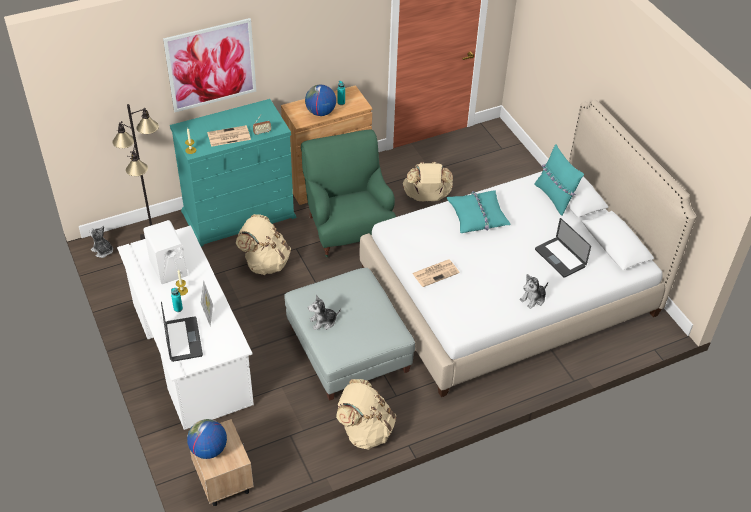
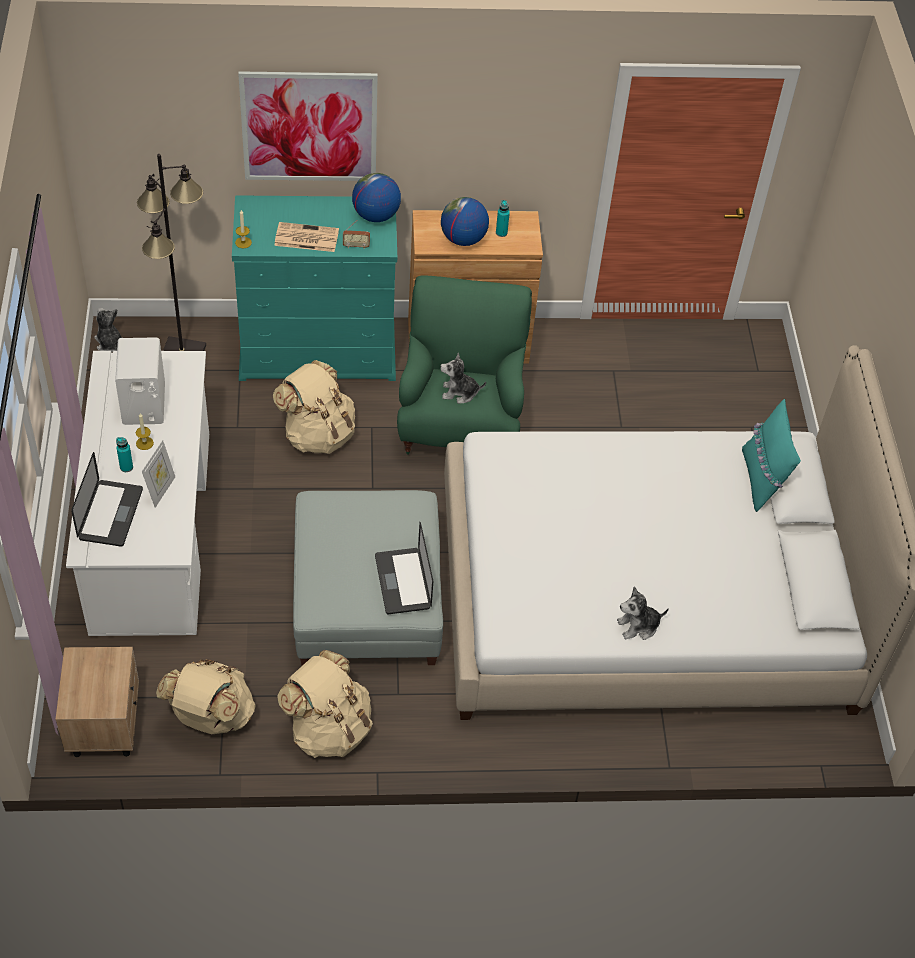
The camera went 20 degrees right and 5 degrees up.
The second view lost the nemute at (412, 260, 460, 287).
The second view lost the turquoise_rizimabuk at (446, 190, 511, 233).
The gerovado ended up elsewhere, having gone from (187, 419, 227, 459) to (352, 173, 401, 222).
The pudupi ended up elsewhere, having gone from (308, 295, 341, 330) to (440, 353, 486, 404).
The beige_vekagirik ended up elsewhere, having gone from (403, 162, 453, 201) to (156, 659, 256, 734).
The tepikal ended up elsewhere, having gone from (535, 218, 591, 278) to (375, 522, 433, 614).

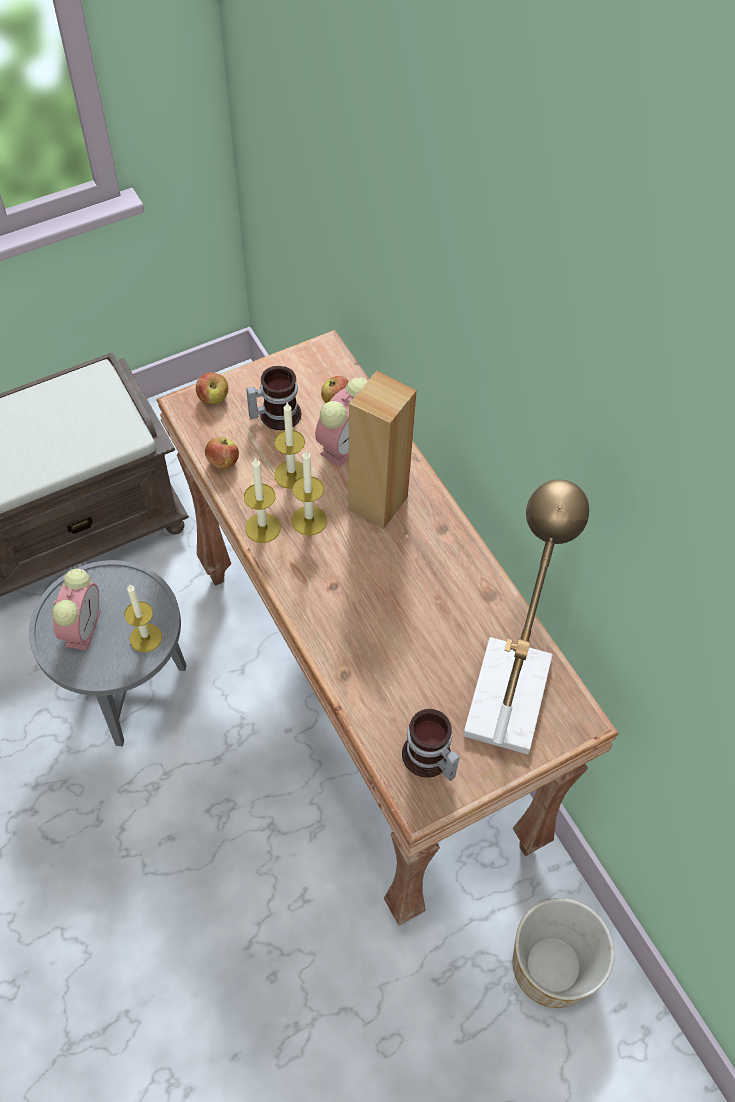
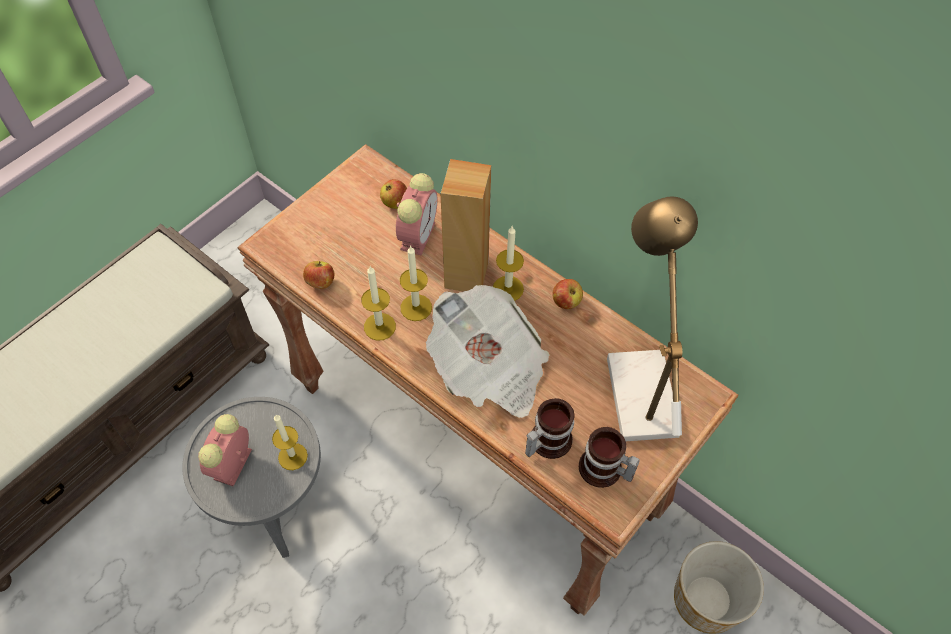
The camera went 20 degrees left and 0 degrees up.
The second view gained the nemute at (426, 285, 550, 418).
The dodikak ended up elsewhere, having gone from (196, 372, 228, 404) to (553, 279, 583, 309).
The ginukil ended up elsewhere, having gone from (246, 366, 301, 430) to (525, 398, 574, 459).
The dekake ended up elsewhere, having gone from (274, 403, 305, 489) to (493, 226, 524, 301).
The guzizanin at (52, 569, 101, 651) ended up facing another way, 150 degrees counterclockwise from before.

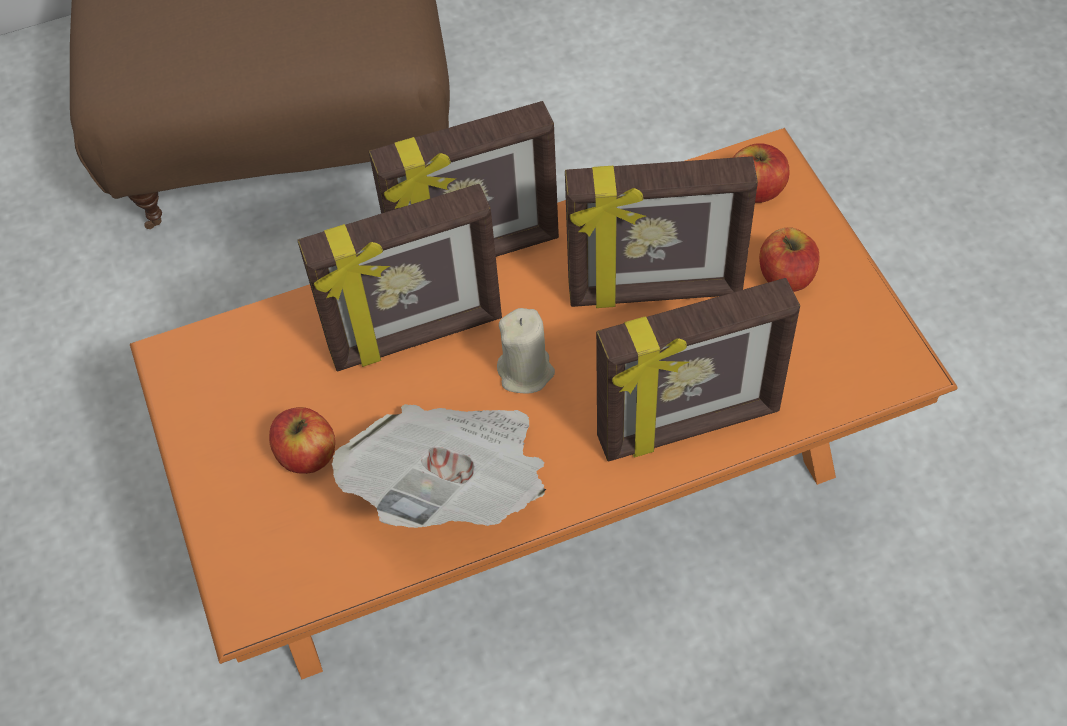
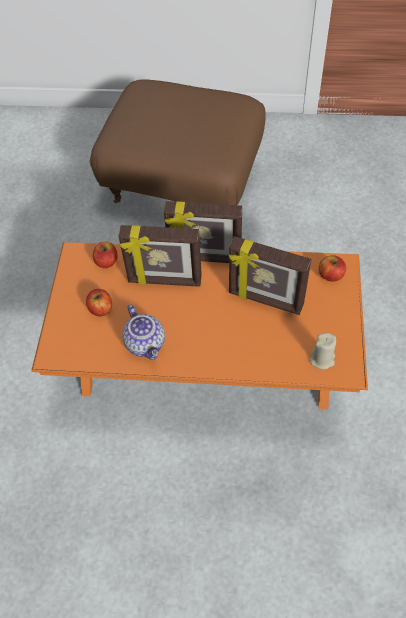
The camera went 25 degrees right and 0 degrees up.
The second view lost the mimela at (596, 278, 800, 461).
The beige_dekake ended up elsewhere, having gone from (497, 308, 555, 394) to (310, 333, 336, 369).
The dodikak ended up elsewhere, having gone from (759, 227, 819, 292) to (93, 241, 118, 268).
Where the nemute stood at (332, 404, 546, 528), the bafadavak came to stand at (122, 304, 165, 360).

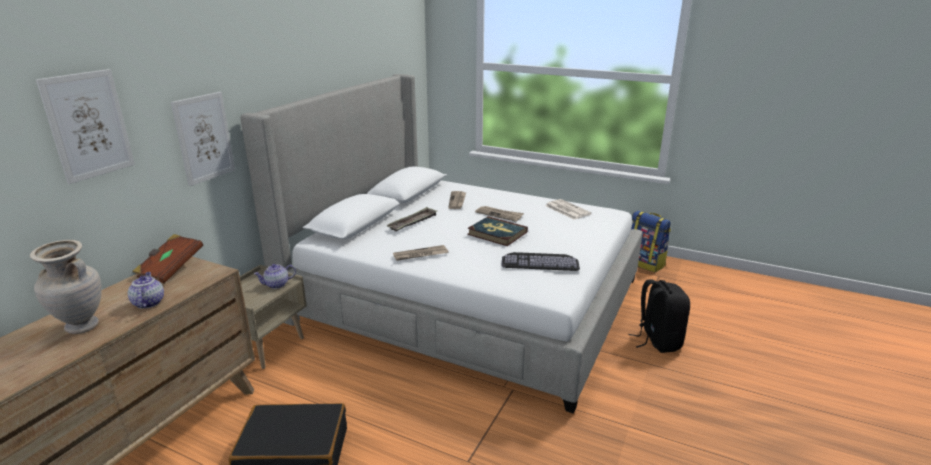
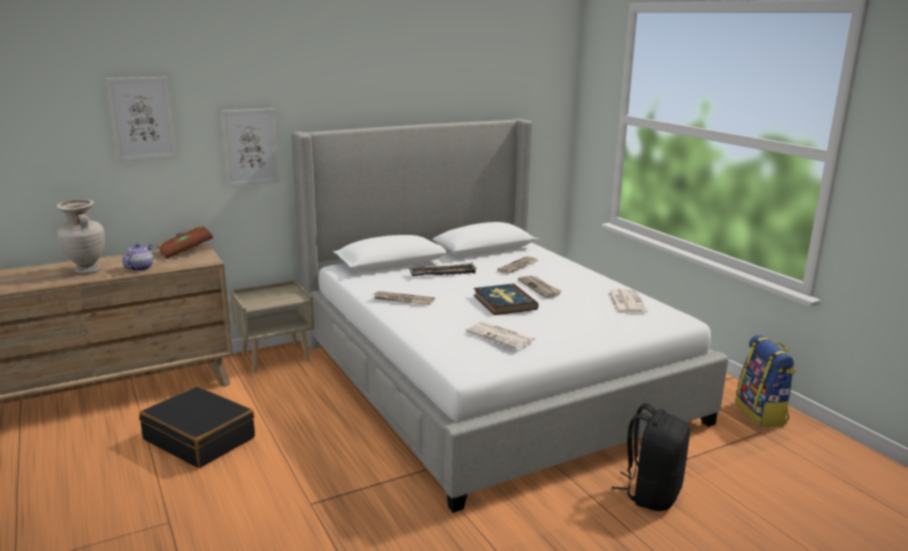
The camera went 35 degrees right and 5 degrees down.
The second view lost the bafadavak at (254, 264, 296, 289).
Where the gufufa stood at (501, 252, 580, 271), the nemute came to stand at (465, 321, 535, 350).

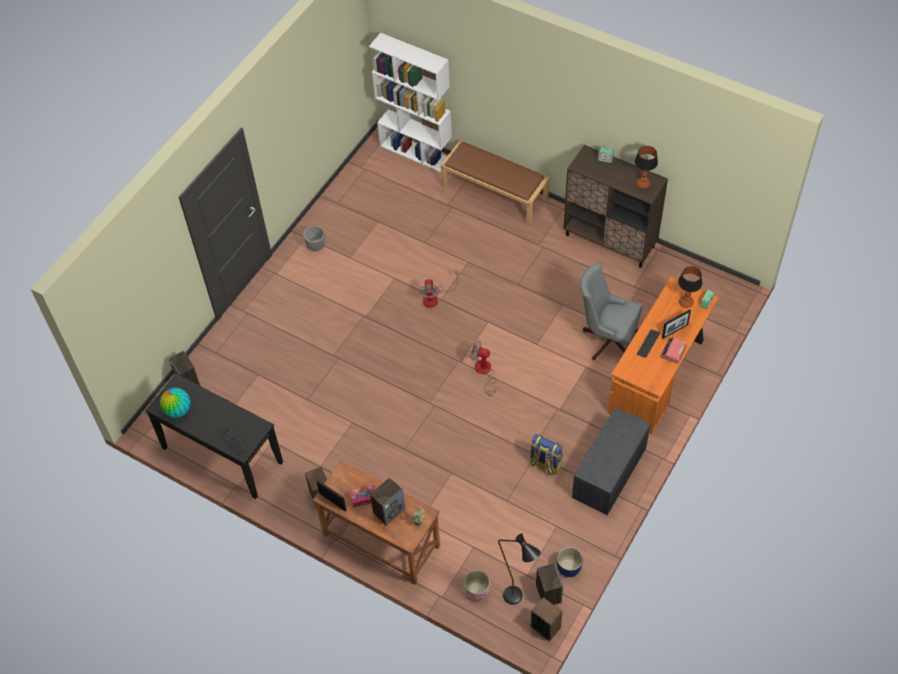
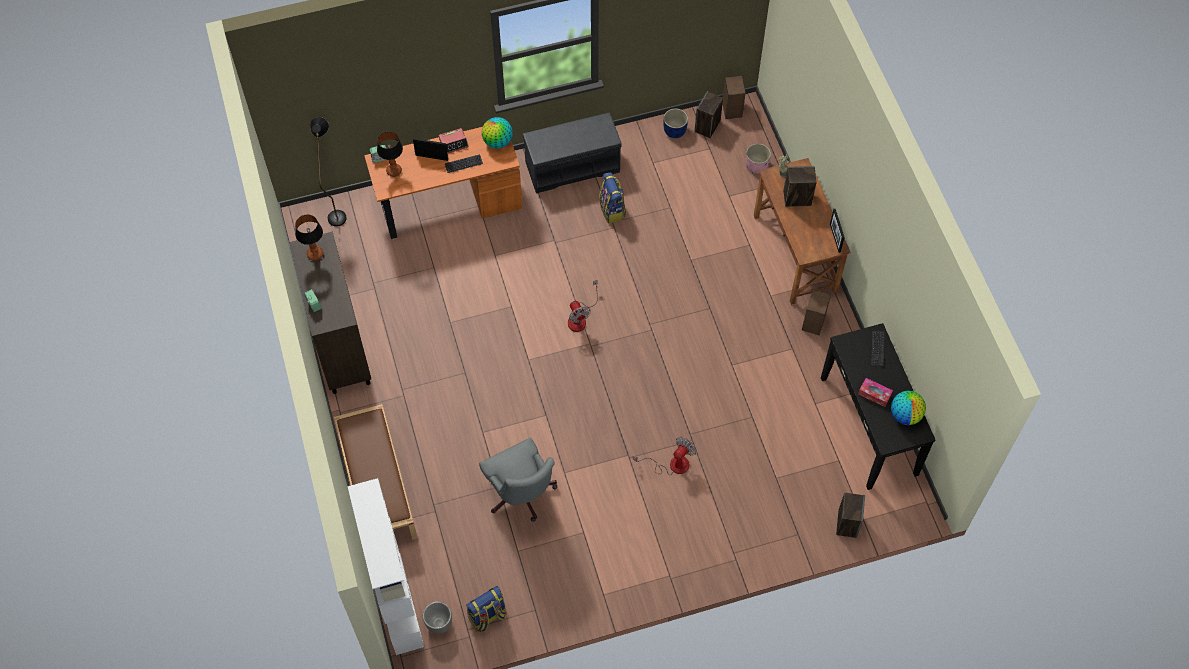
The camera went 140 degrees left and 5 degrees up.
The second view gained the vekagirik at (466, 586, 507, 632).
The second view gained the gerovado at (482, 117, 513, 149).
The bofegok ended up elsewhere, having gone from (303, 226, 326, 251) to (423, 602, 452, 634).
The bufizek ended up elsewhere, having gone from (350, 485, 377, 508) to (858, 378, 893, 407).
The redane ended up elsewhere, having gone from (419, 271, 459, 308) to (633, 437, 696, 476).
The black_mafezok ended up elsewhere, having gone from (498, 533, 541, 605) to (310, 117, 347, 227).
The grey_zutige ended up elsewhere, having gone from (580, 263, 643, 360) to (479, 437, 557, 522).

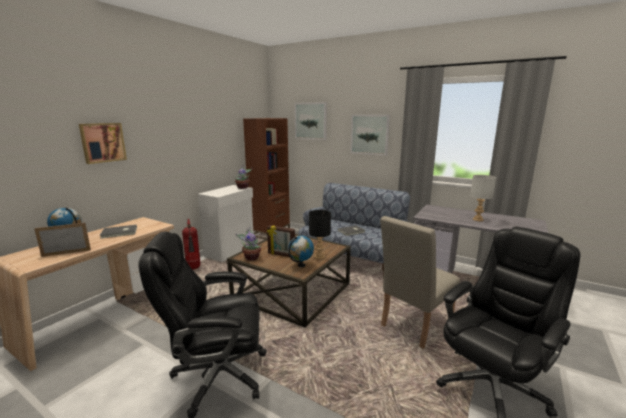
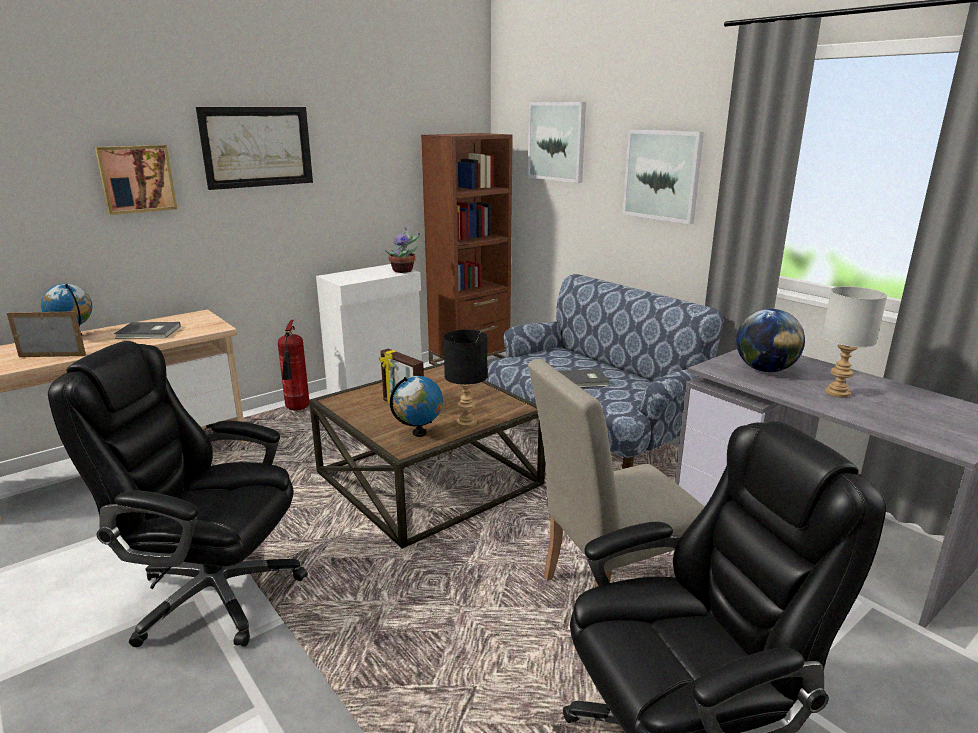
The camera went 20 degrees right and 5 degrees up.
The second view lost the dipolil at (236, 227, 261, 261).
The second view gained the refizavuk at (196, 107, 313, 190).
The second view gained the gerovado at (736, 309, 805, 372).

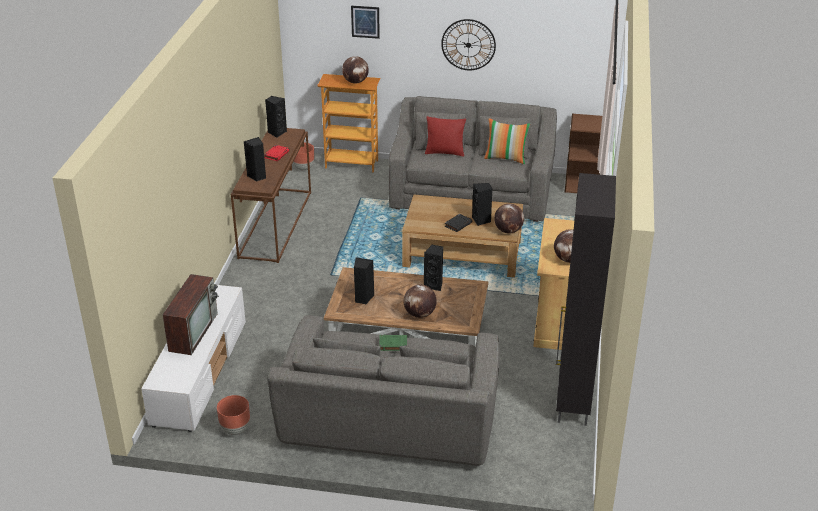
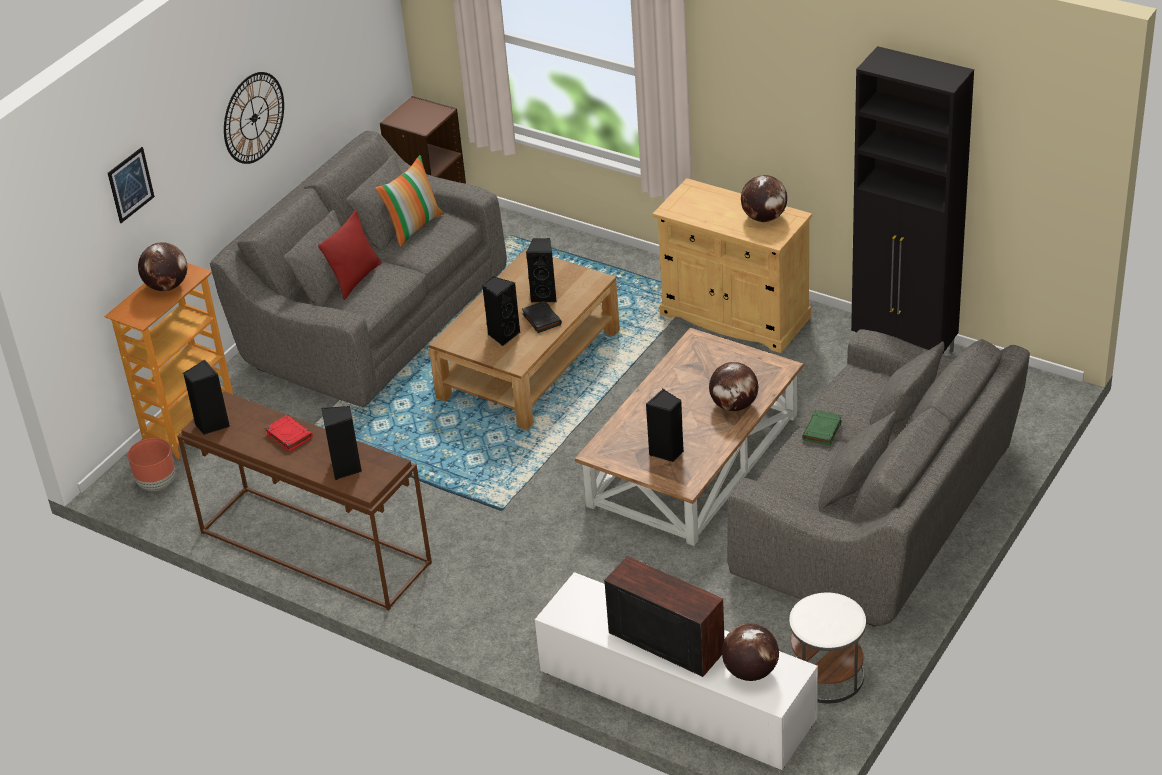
The camera went 65 degrees left and 5 degrees up.
The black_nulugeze ended up elsewhere, having gone from (424, 245, 443, 291) to (482, 277, 520, 346).
The gerovado ended up elsewhere, having gone from (494, 203, 524, 234) to (722, 623, 779, 681).
Where the brown_bofegok stood at (217, 395, 250, 435), the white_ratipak came to stand at (789, 593, 866, 703).

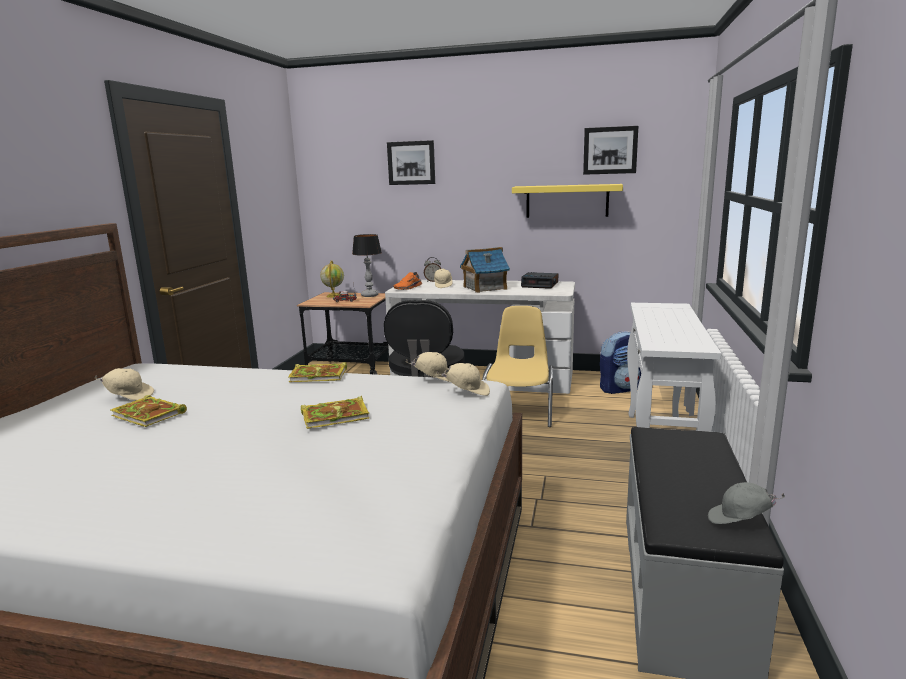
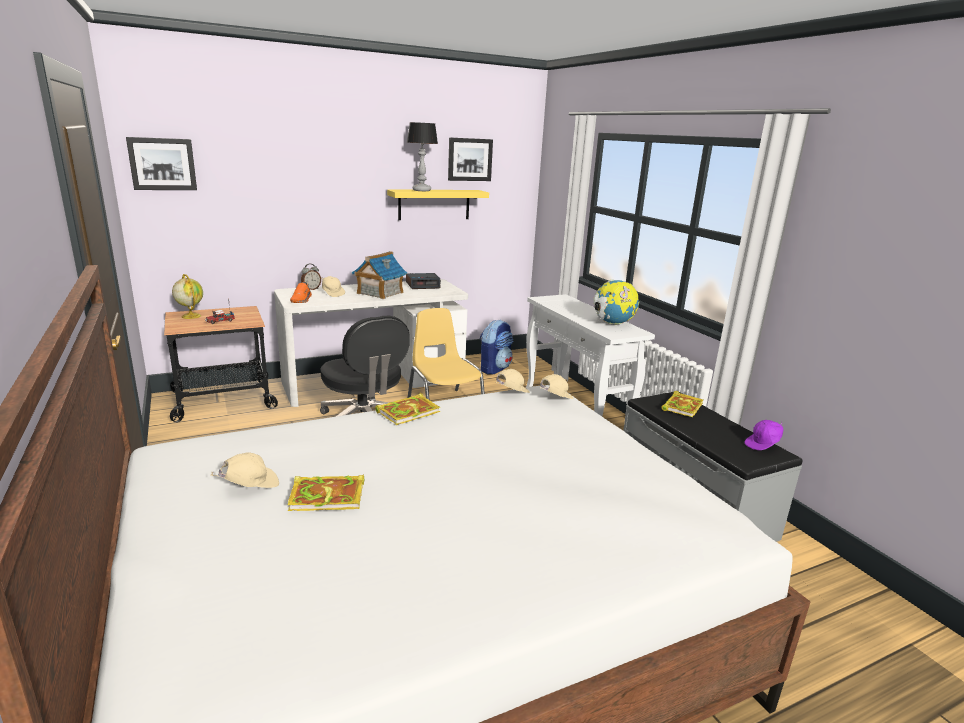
The camera went 40 degrees left and 5 degrees up.
The second view gained the gerovado at (593, 280, 639, 325).
The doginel ended up elsewhere, having gone from (301, 396, 369, 429) to (661, 391, 704, 418).
The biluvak ended up elsewhere, having gone from (352, 234, 382, 297) to (407, 122, 438, 191).
The refizavuk ended up elsewhere, having gone from (387, 140, 435, 185) to (126, 137, 197, 190).
What was the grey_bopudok at (708, 482, 785, 524) turned into the purple_bopudok at (744, 420, 783, 450).

